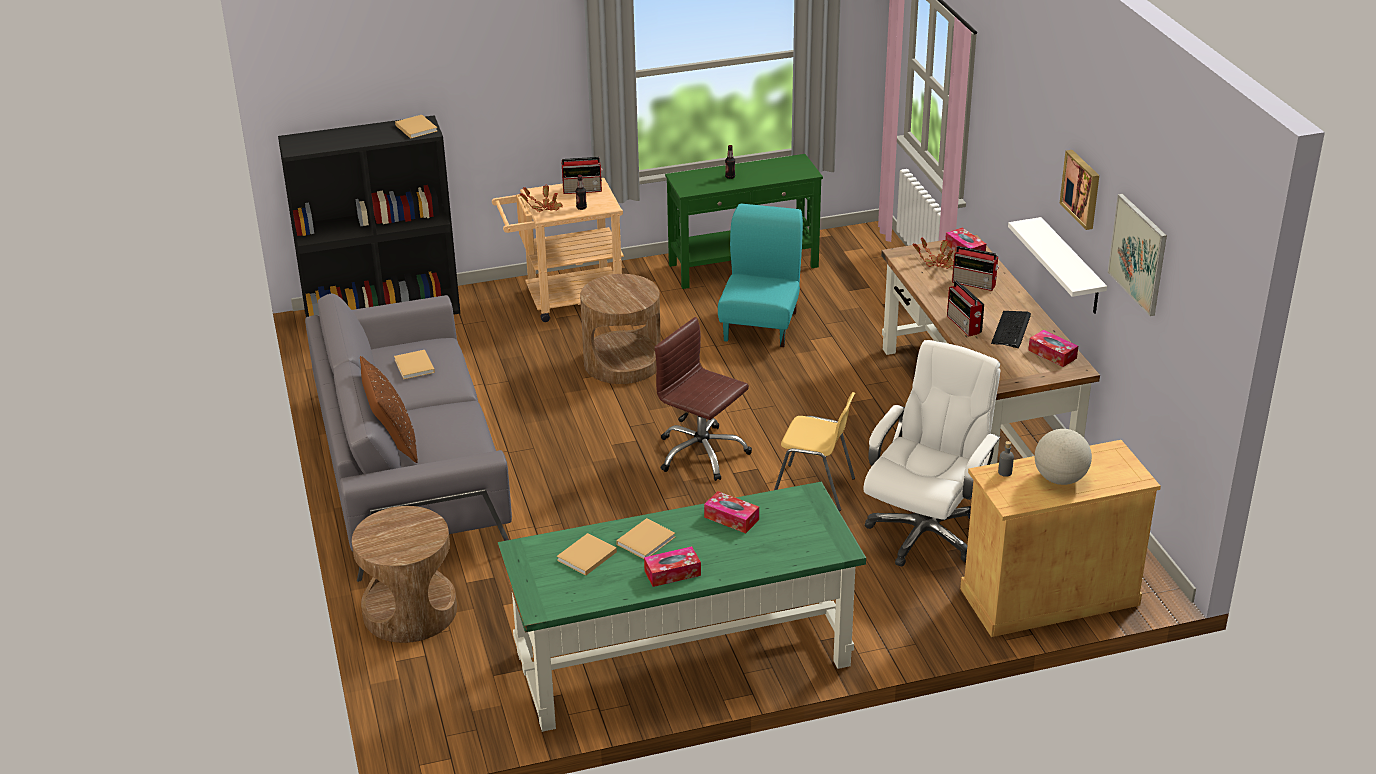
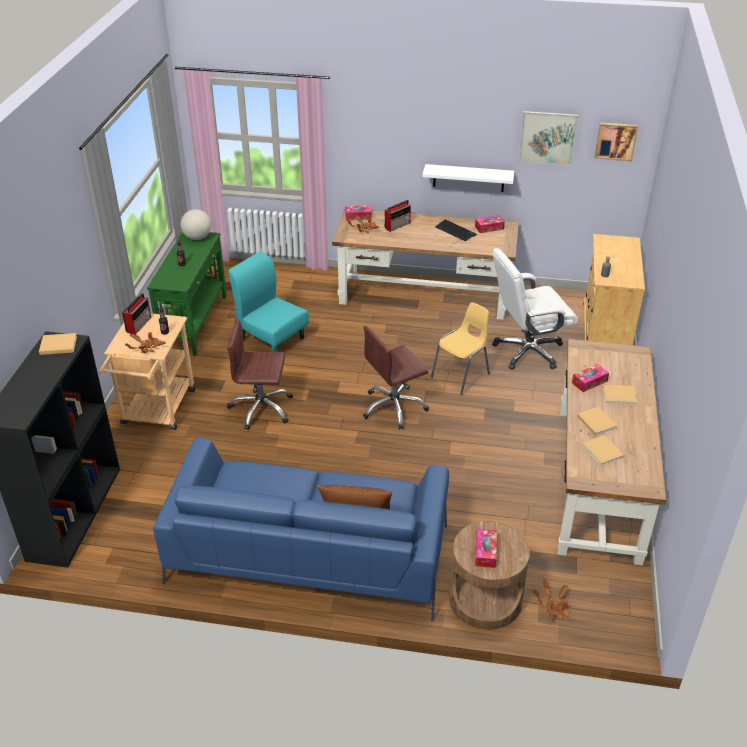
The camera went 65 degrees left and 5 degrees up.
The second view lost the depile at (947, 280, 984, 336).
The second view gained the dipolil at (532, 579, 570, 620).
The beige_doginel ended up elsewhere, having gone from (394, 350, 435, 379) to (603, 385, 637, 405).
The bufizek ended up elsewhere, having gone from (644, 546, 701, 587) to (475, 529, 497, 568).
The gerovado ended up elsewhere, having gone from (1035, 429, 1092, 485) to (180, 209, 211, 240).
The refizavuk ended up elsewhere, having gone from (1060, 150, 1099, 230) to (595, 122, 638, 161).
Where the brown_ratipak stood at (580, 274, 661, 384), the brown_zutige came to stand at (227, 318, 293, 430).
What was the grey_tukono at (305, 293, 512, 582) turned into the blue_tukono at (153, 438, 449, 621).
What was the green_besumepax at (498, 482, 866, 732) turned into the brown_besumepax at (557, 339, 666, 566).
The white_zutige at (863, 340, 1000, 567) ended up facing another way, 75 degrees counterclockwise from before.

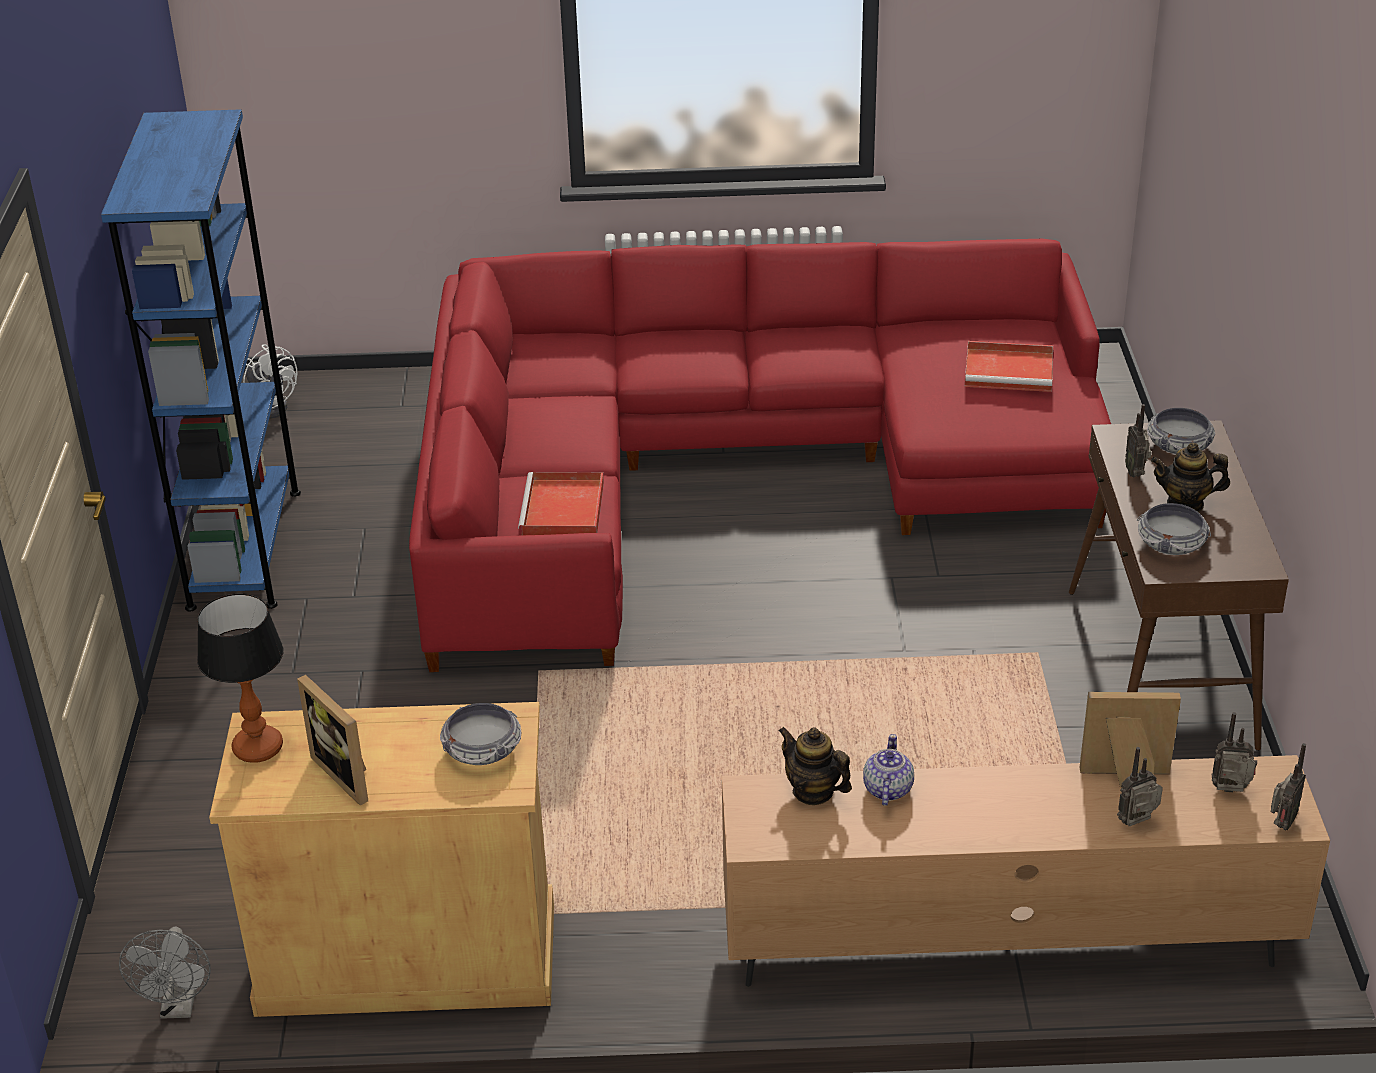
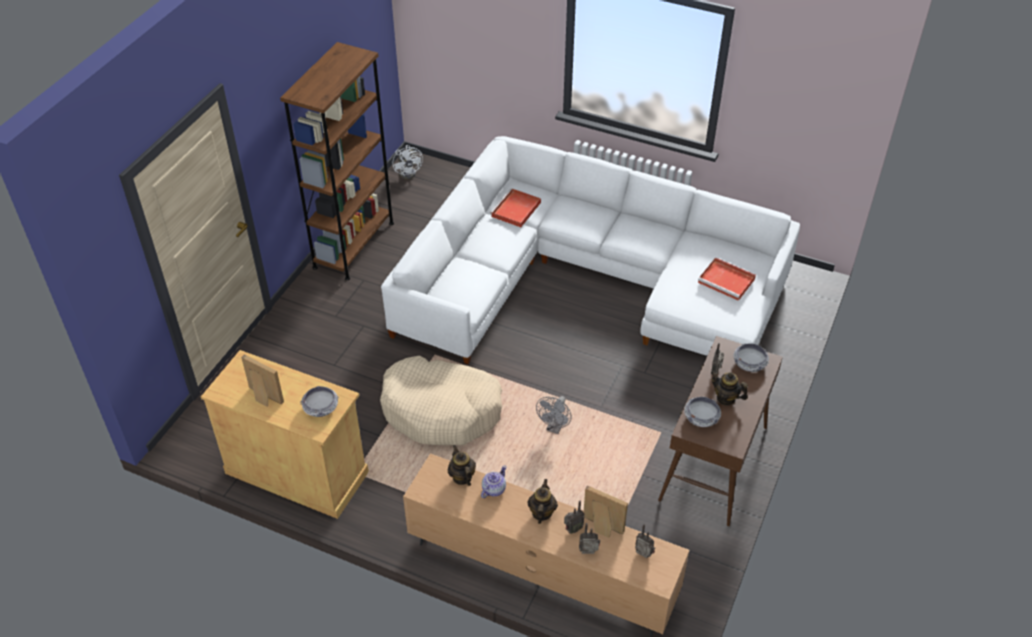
The camera went 25 degrees right and 10 degrees up.
The second view lost the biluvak at (197, 593, 284, 763).
The second view gained the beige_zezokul at (380, 356, 502, 445).
The second view gained the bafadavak at (527, 479, 558, 524).
The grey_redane ended up elsewhere, having gone from (119, 926, 211, 1019) to (536, 396, 572, 434).
The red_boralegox ended up elsewhere, having gone from (518, 472, 604, 536) to (490, 188, 541, 227).
The depile ended up elsewhere, having gone from (1271, 743, 1306, 830) to (564, 500, 585, 534).
What was the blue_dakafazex at (101, 109, 301, 612) turned into the brown_dakafazex at (280, 42, 394, 280).
What was the red_tukono at (409, 239, 1111, 672) turned into the white_tukono at (381, 136, 800, 364).
The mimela at (297, 675, 368, 806) ended up facing another way, 135 degrees clockwise from before.

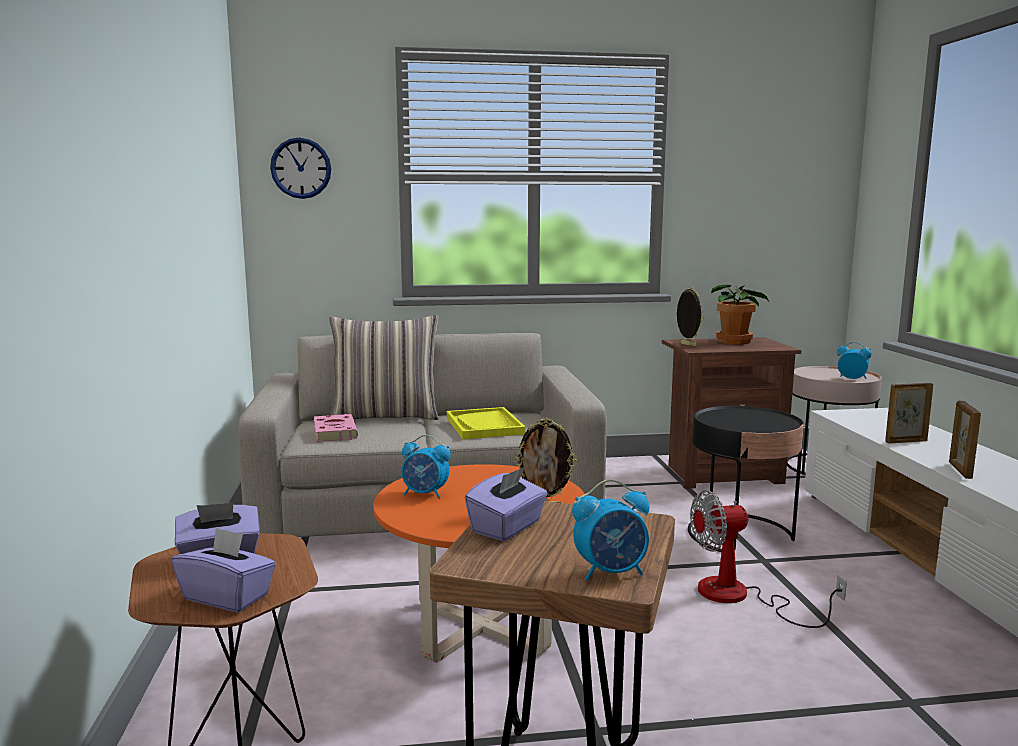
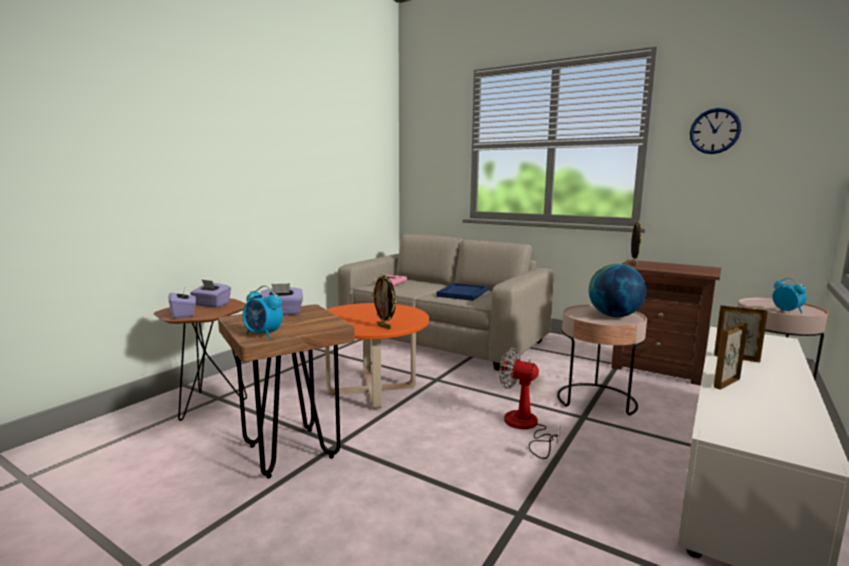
The camera went 40 degrees right and 0 degrees up.
The second view lost the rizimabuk at (330, 315, 439, 420).
The second view lost the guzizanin at (402, 435, 451, 499).
The second view lost the dipolil at (711, 285, 769, 344).
The second view gained the gerovado at (589, 264, 646, 317).
The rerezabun ended up elsewhere, having gone from (270, 138, 331, 199) to (690, 108, 741, 154).
What was the yellow_boralegox at (447, 407, 525, 439) turned into the blue_boralegox at (436, 283, 488, 301).
What was the black_ratipak at (688, 406, 804, 552) turned into the pink_ratipak at (557, 304, 647, 415).

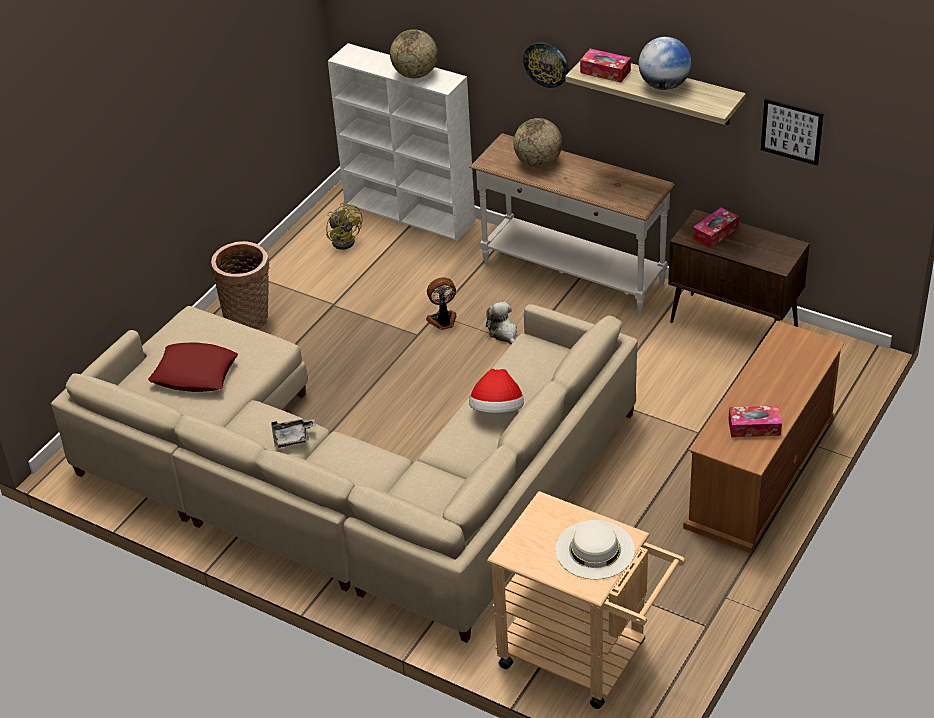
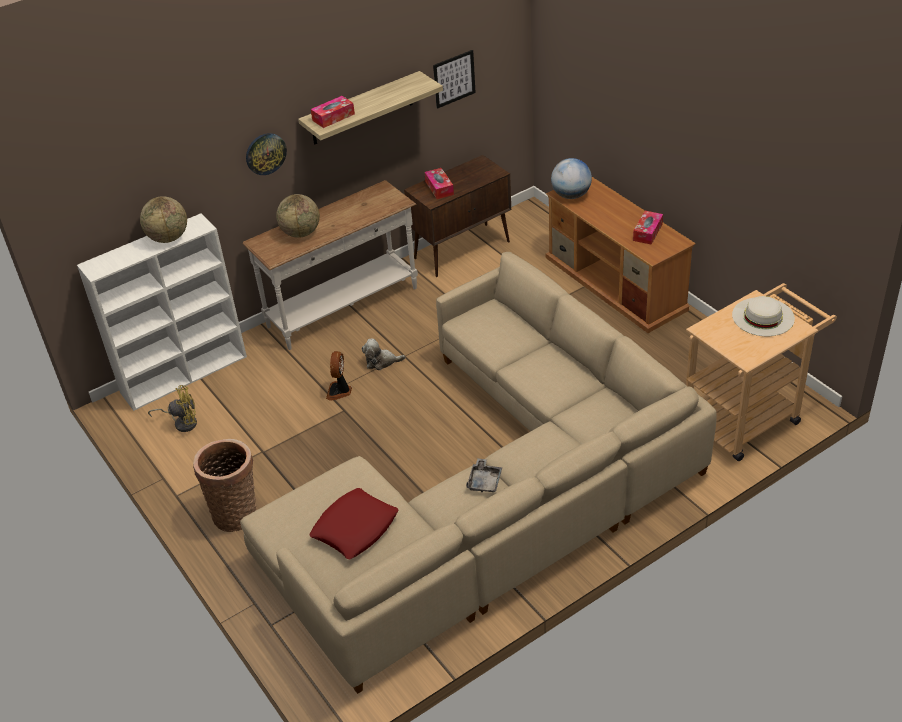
The camera went 65 degrees left and 0 degrees up.
The second view lost the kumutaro at (469, 369, 524, 413).
The gerovado ended up elsewhere, having gone from (639, 37, 691, 90) to (551, 158, 592, 199).

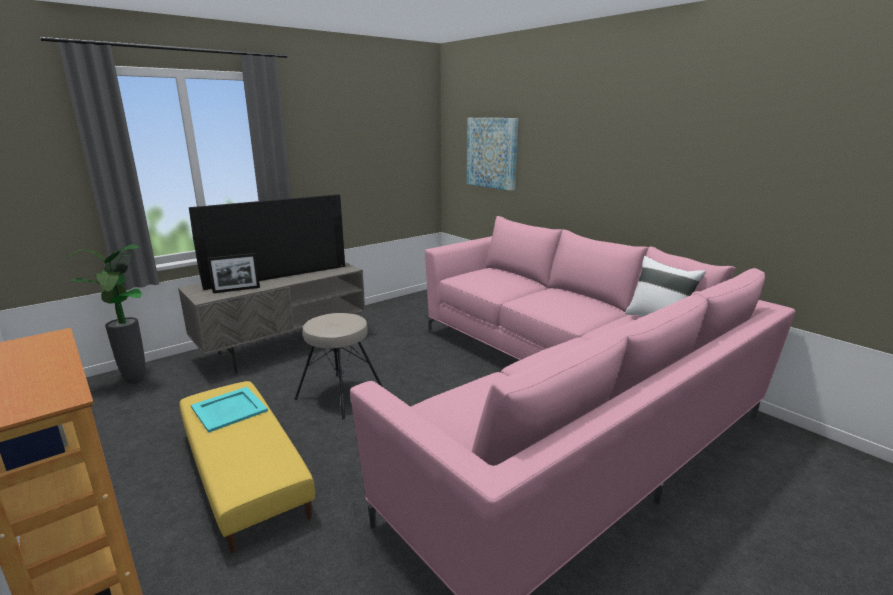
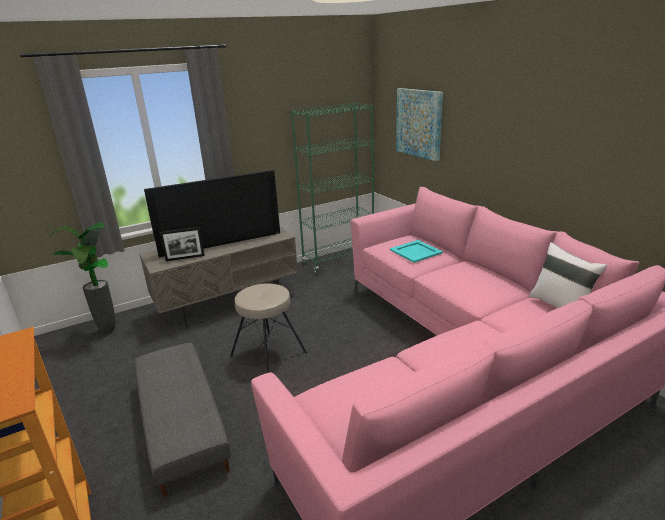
The camera went 10 degrees right and 5 degrees up.
The second view gained the green_dakafazex at (291, 102, 374, 273).
The turquoise_boralegox ended up elsewhere, having gone from (191, 387, 268, 433) to (390, 240, 443, 263).
What was the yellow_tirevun at (180, 381, 315, 553) turned into the grey_tirevun at (135, 343, 231, 497).

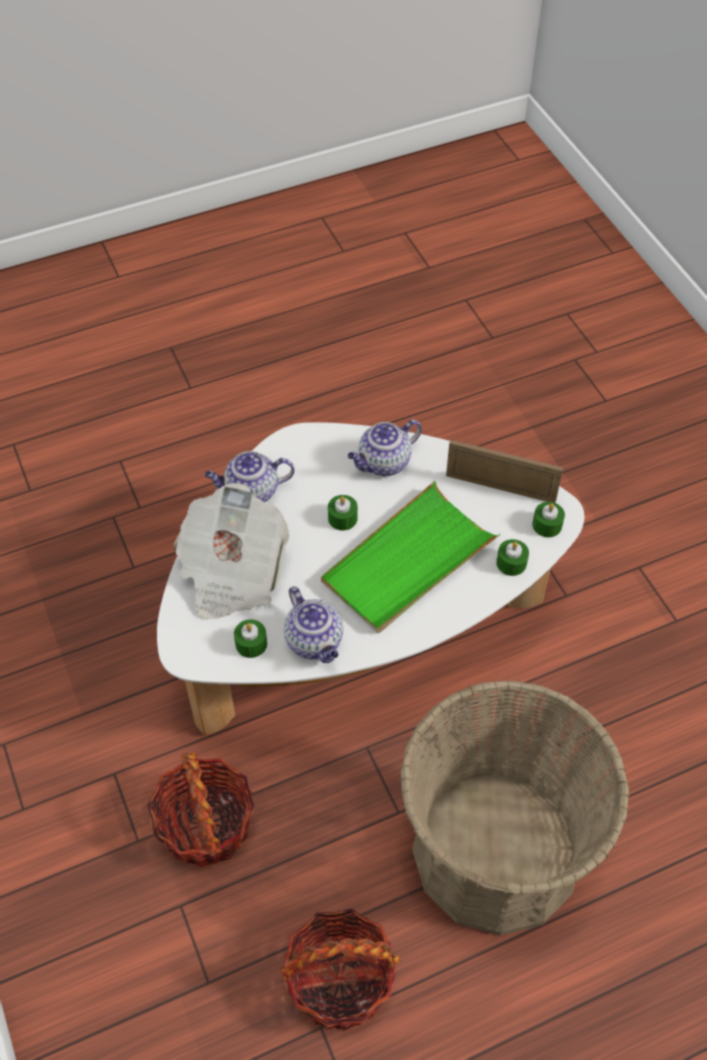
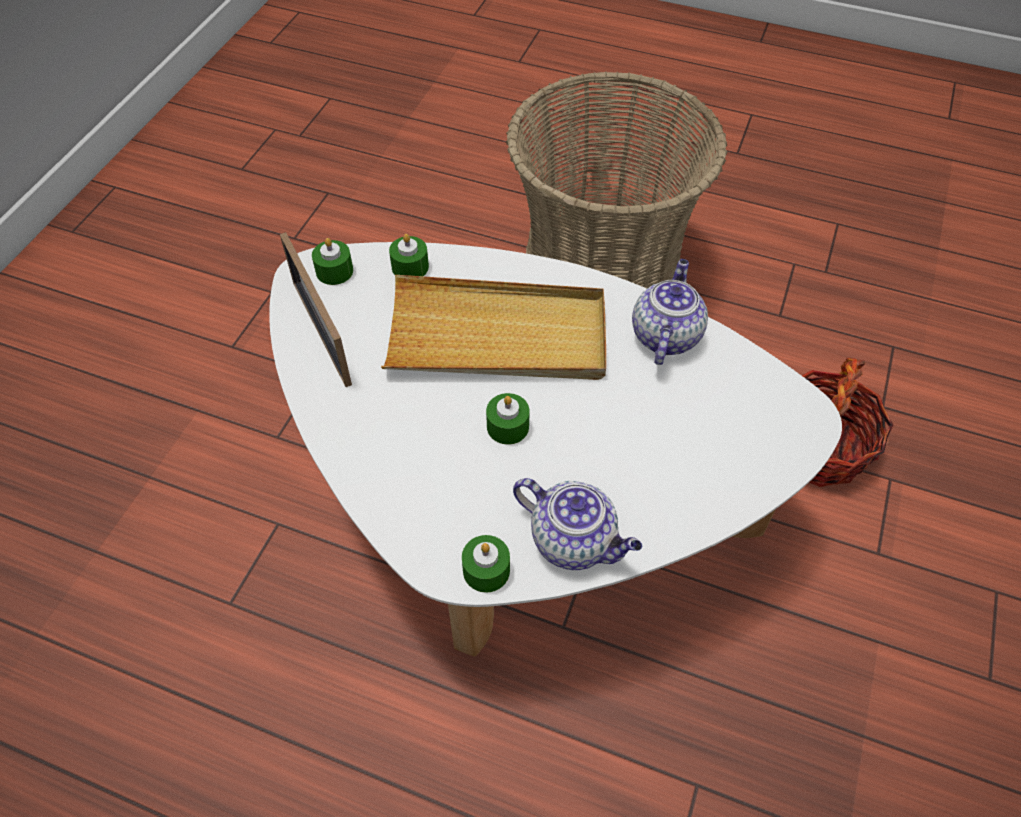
The camera went 135 degrees left and 0 degrees up.
The second view lost the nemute at (174, 483, 289, 620).
The second view lost the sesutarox at (280, 909, 400, 1031).
The second view lost the bafadavak at (348, 420, 422, 476).
The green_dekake ended up elsewhere, having gone from (234, 619, 267, 658) to (462, 535, 510, 593).
What was the green_boralegox at (321, 481, 500, 633) turned into the beige_boralegox at (381, 275, 606, 380).

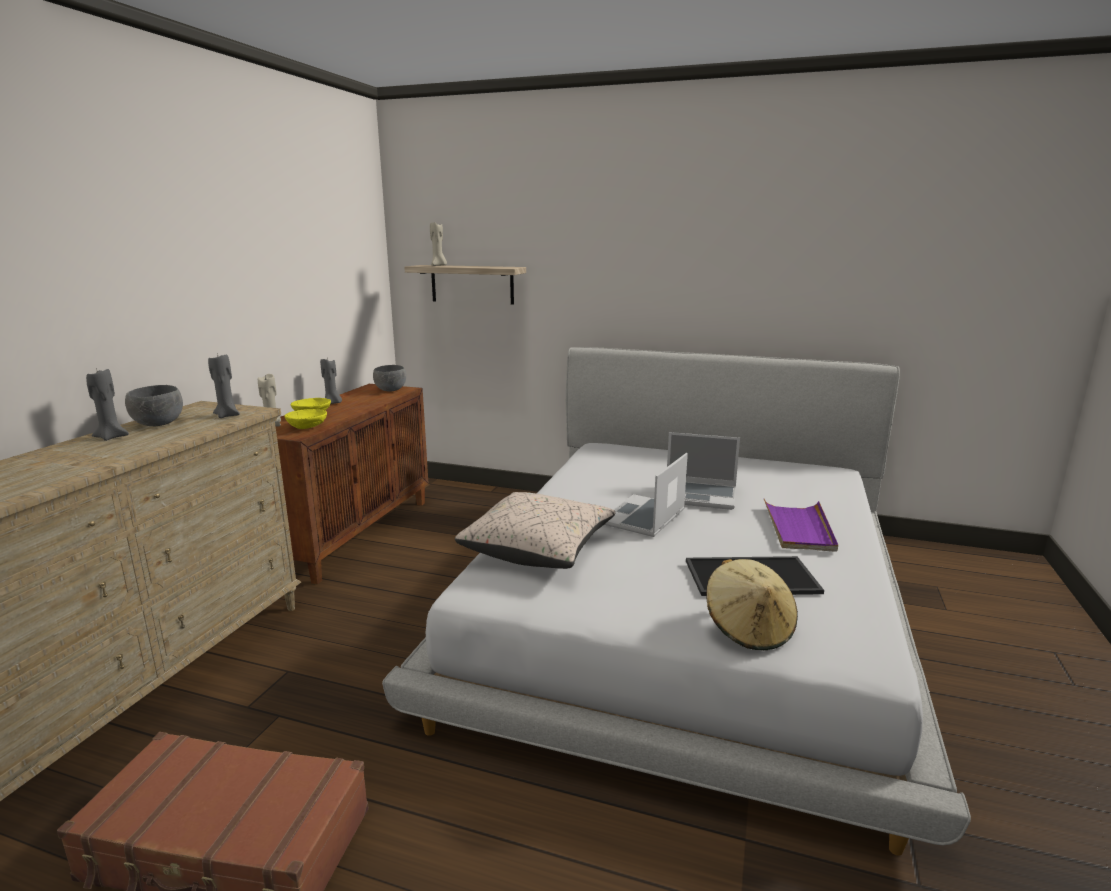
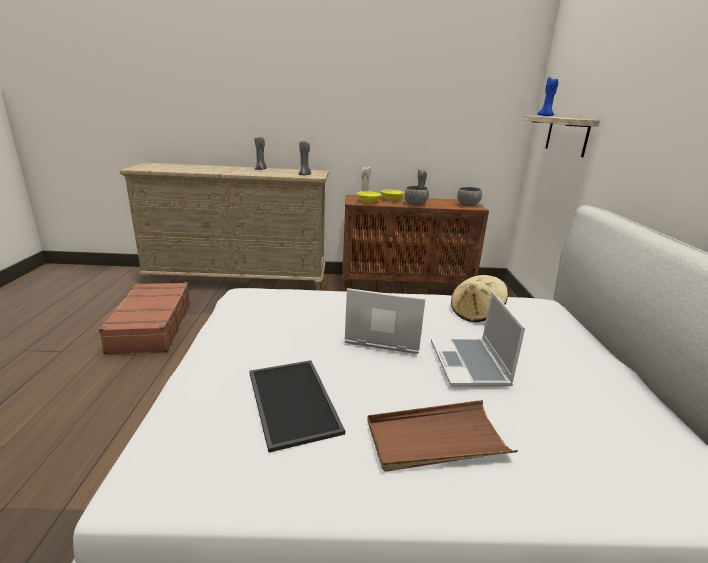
The camera went 70 degrees right and 5 degrees up.
The second view lost the beige_rizimabuk at (455, 492, 616, 569).
The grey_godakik ended up elsewhere, having gone from (125, 385, 183, 426) to (404, 186, 429, 206).
The beige_kumutaro ended up elsewhere, having gone from (706, 559, 798, 650) to (451, 275, 508, 322).
What was the beige_dekake at (430, 223, 447, 266) turned into the blue_dekake at (537, 77, 558, 116).
What was the purple_boralegox at (764, 499, 838, 552) turned into the brown_boralegox at (367, 400, 518, 472).

